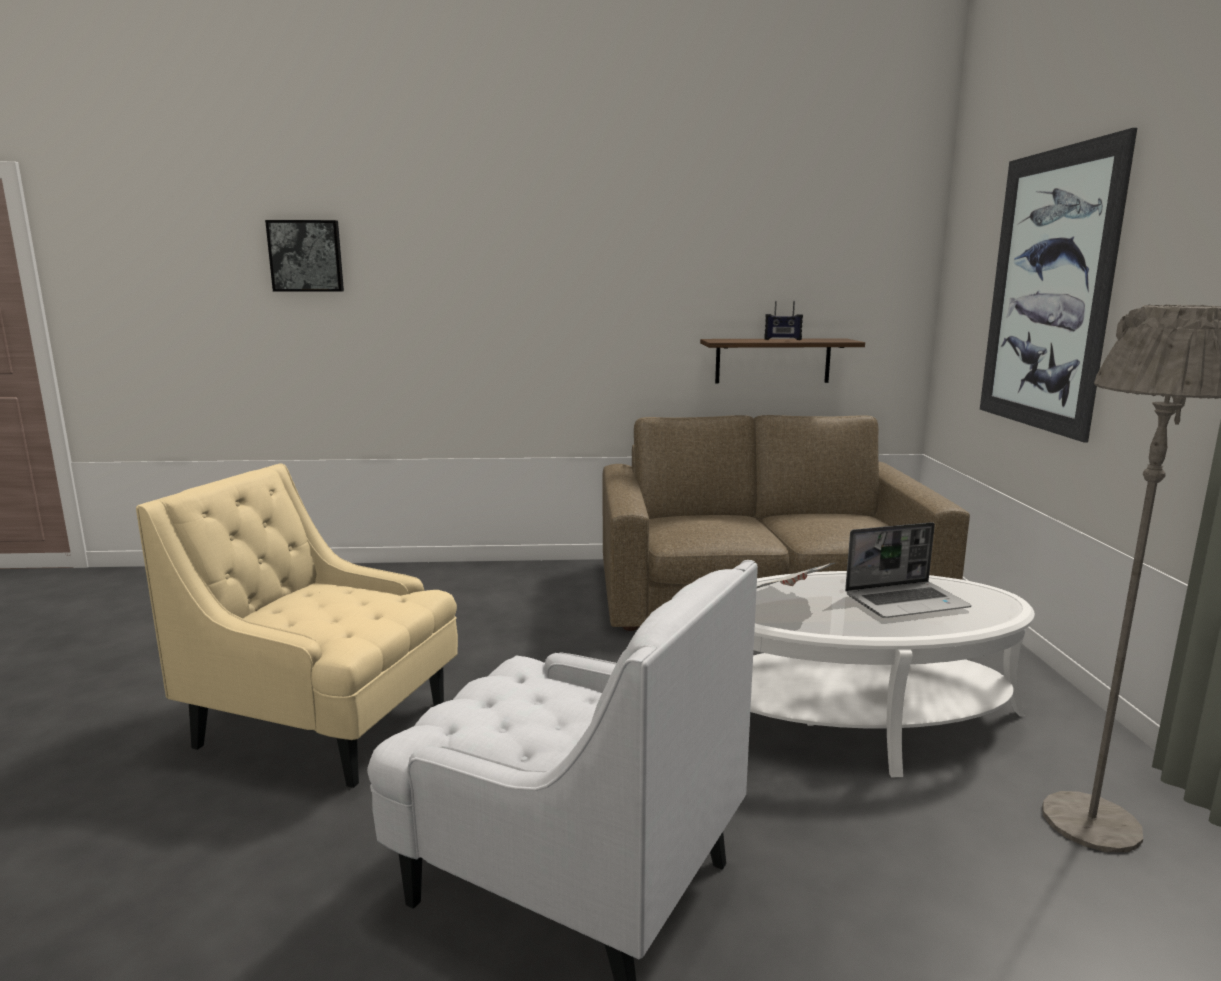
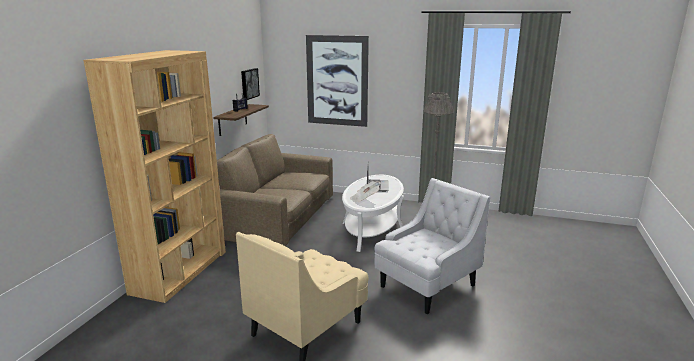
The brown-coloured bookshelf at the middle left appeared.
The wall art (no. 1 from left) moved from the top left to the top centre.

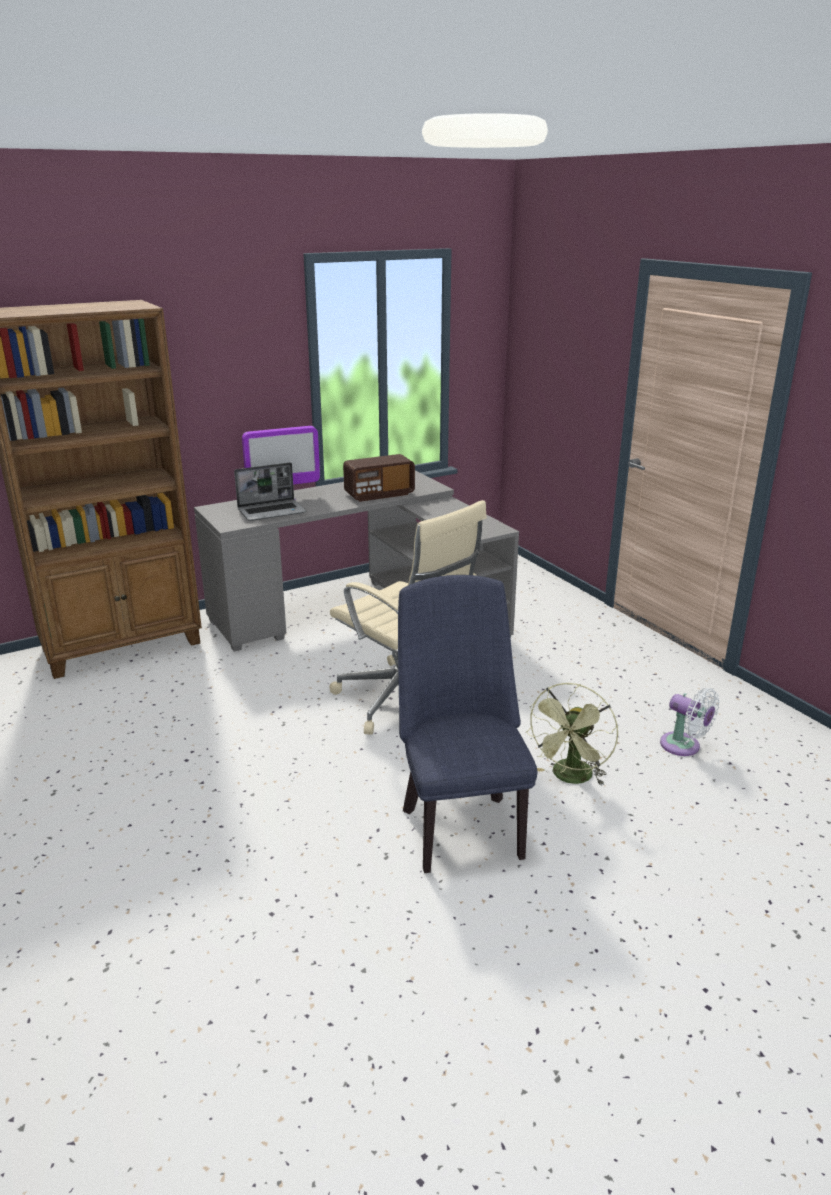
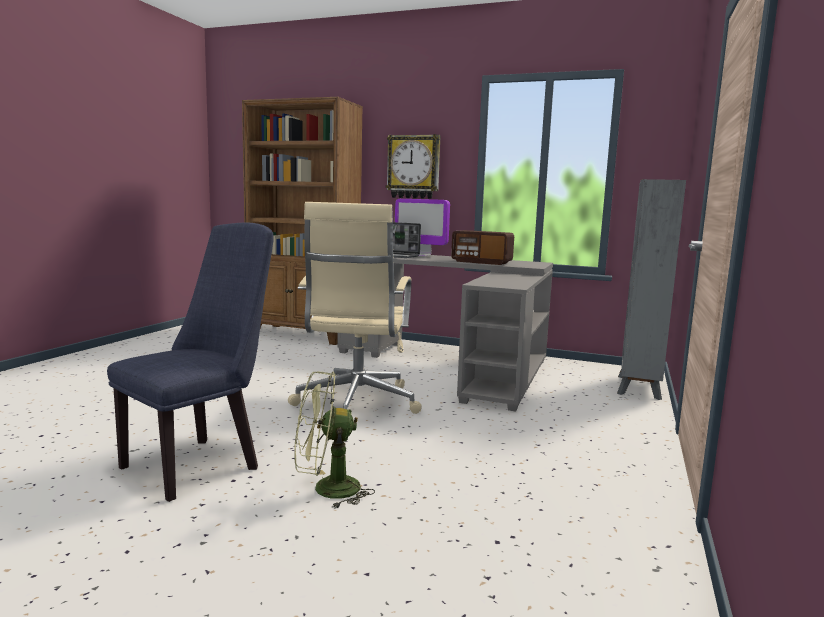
The wall clock at the top centre appeared.
The greyish bookshelf at the middle right appeared.
The white electric fan at the middle right disappeared.

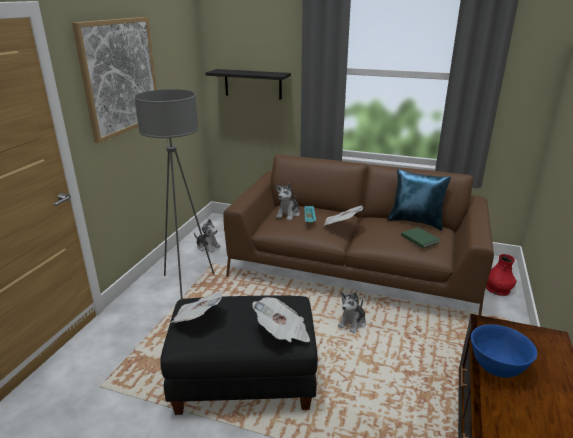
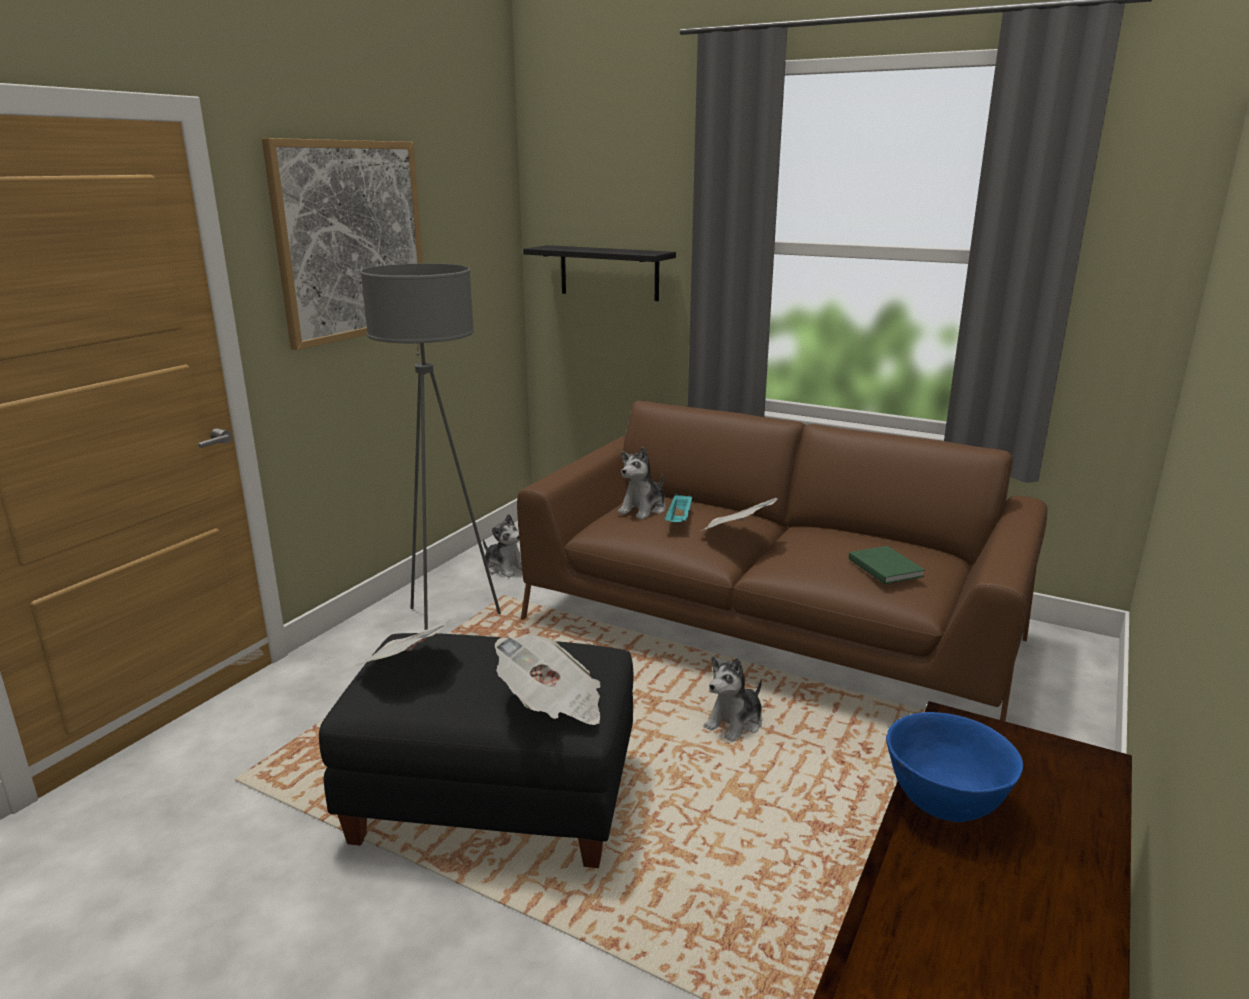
The bluish cushion at the middle right disappeared.
The reddish decorative vase at the middle right disappeared.

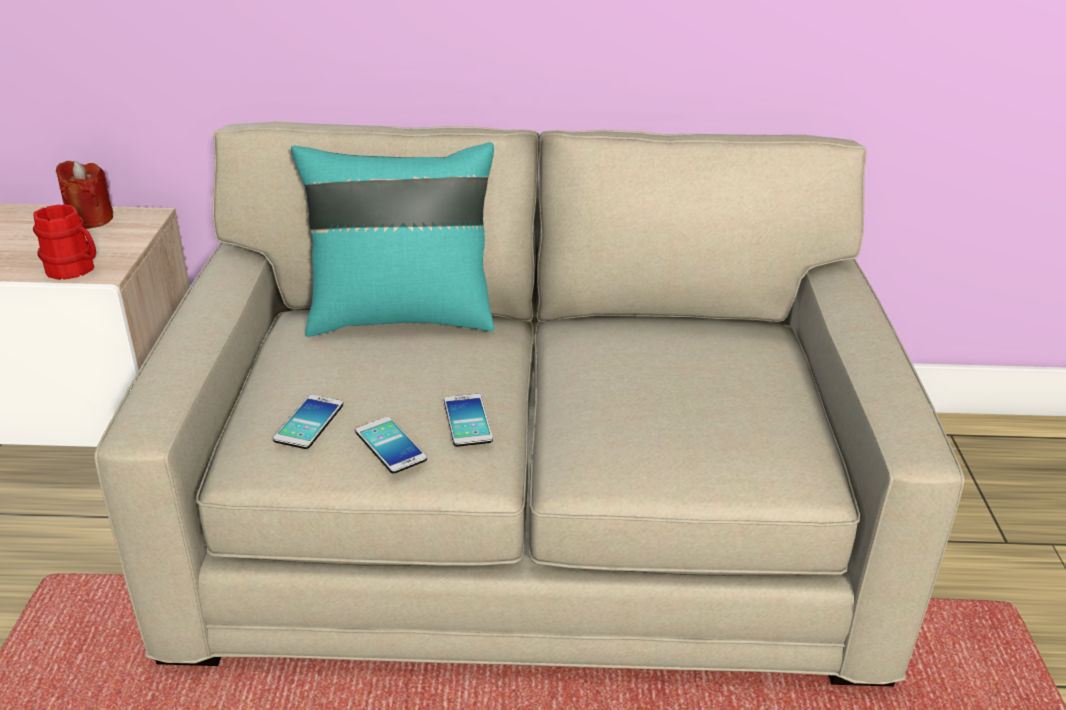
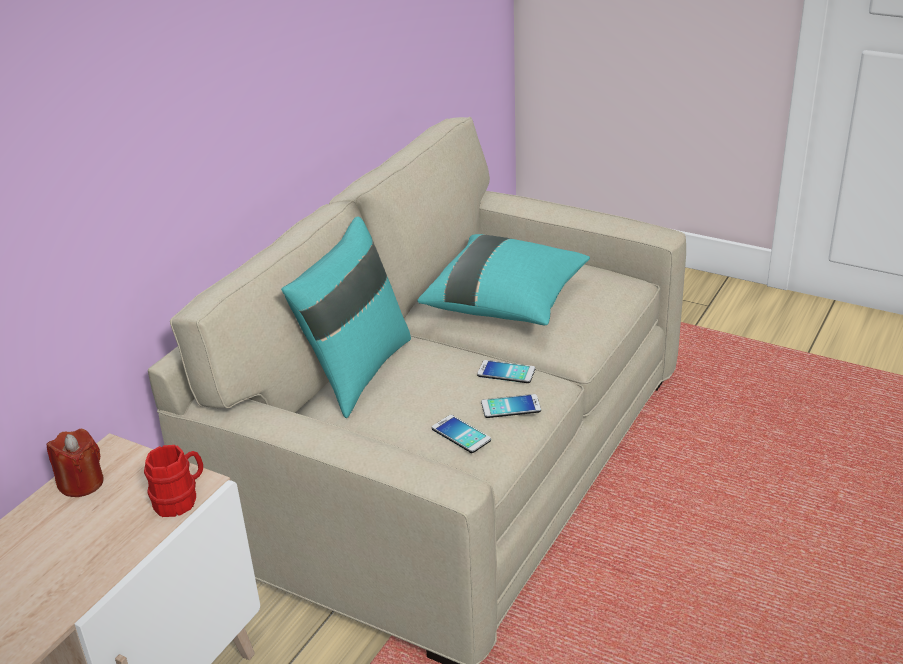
The blue-green cushion (no. 2 from left) at the centre appeared.

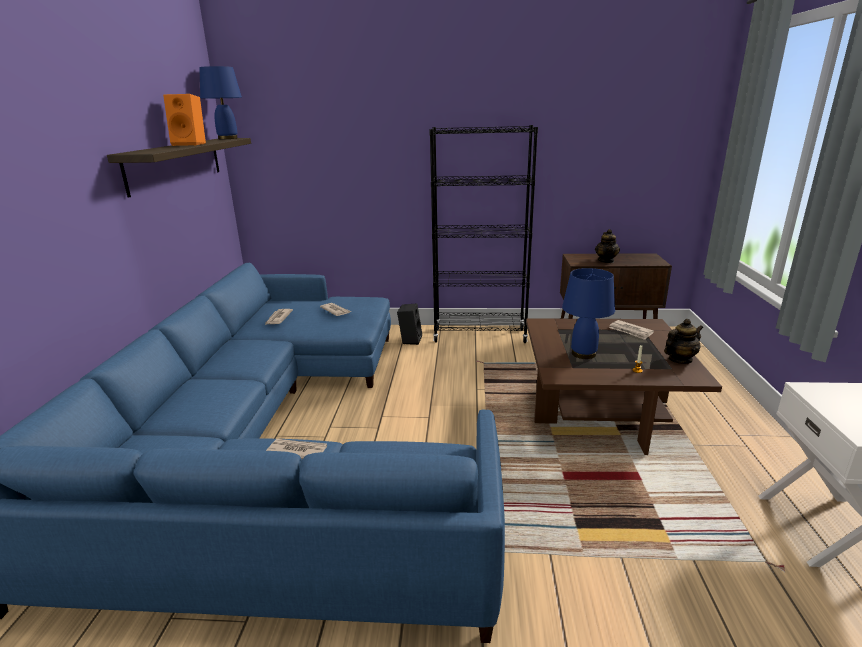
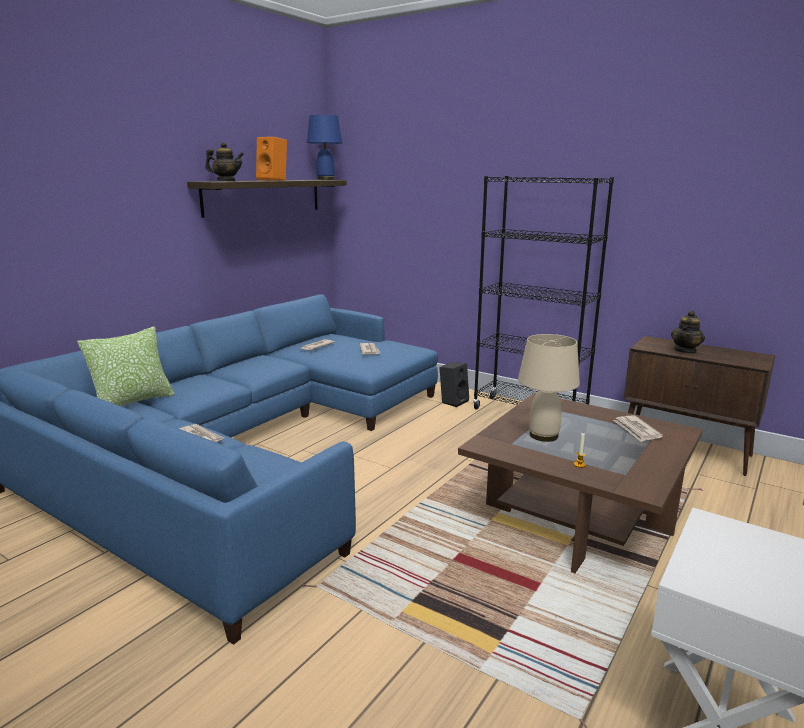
The cushion at the middle left appeared.
The tea pot (no. 2 from left in the first image) moved from the middle right to the top left.
The bluish tabletop lamp (no. 2 from left) at the middle right became the beige-coloured tabletop lamp at the middle right.

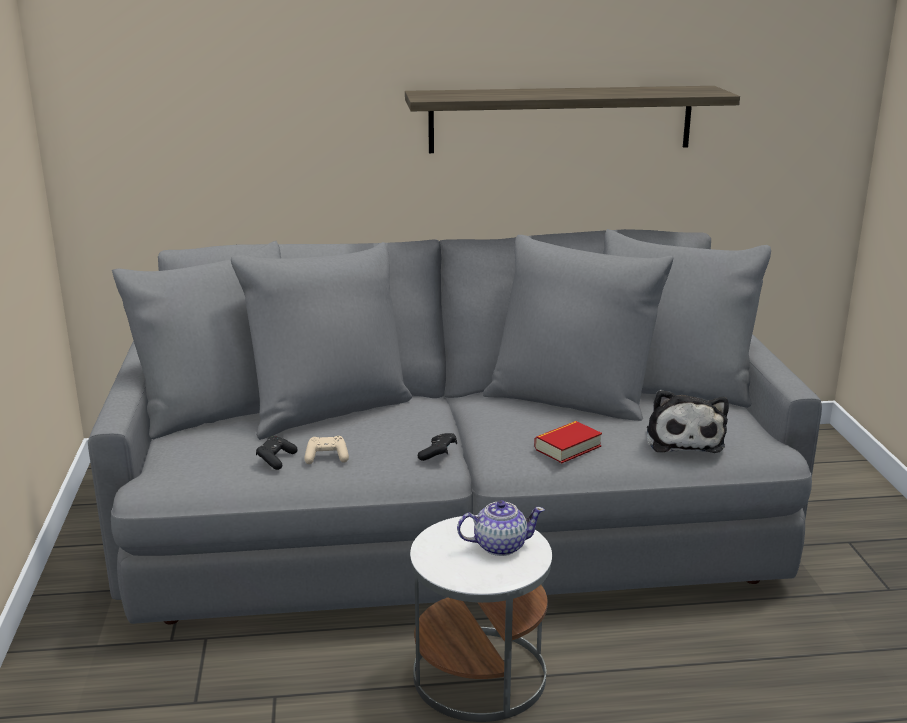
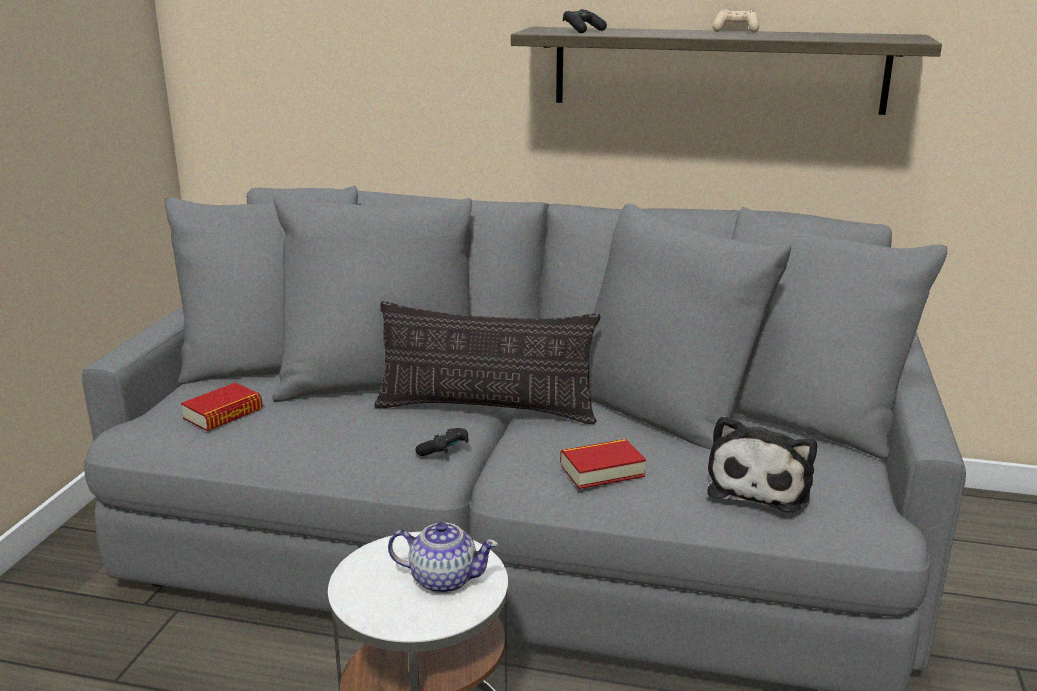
The volume (no. 1 from left) at the middle left appeared.
The cushion at the centre appeared.
The blackish joypad (no. 1 from left in the first image) moved from the middle left to the top centre.
The beige-coloured joypad moved from the centre to the top right.

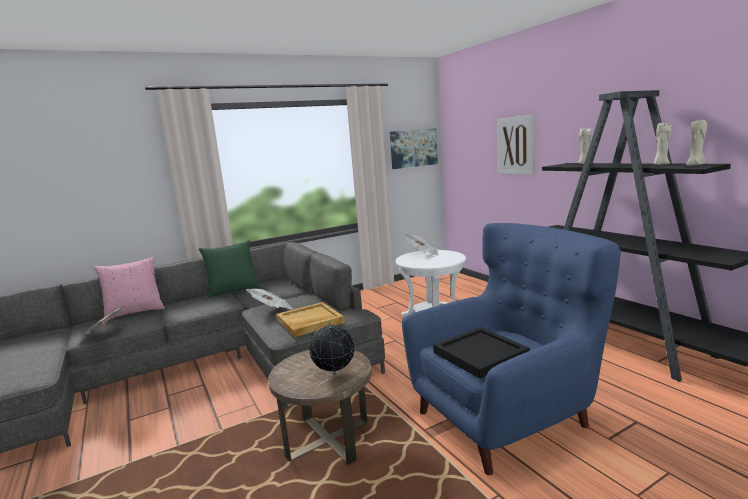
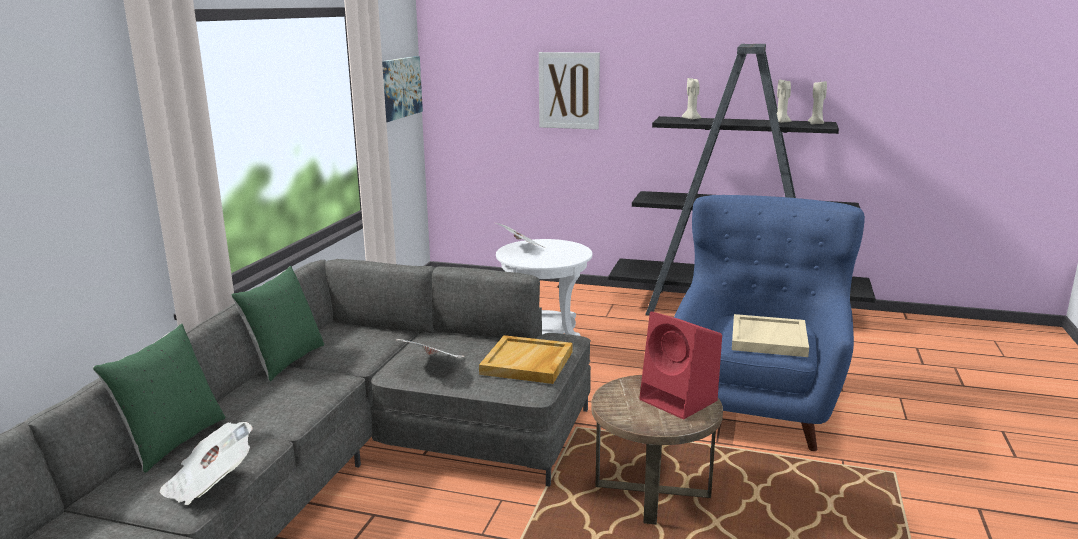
The pink cushion at the middle left became the green cushion (no. 1 from left) at the bottom left.
The world globe at the bottom centre was replaced by the reddish audio speaker at the bottom centre.
The blackish tray at the bottom centre became the beige-coloured tray (no. 2 from left) at the middle right.

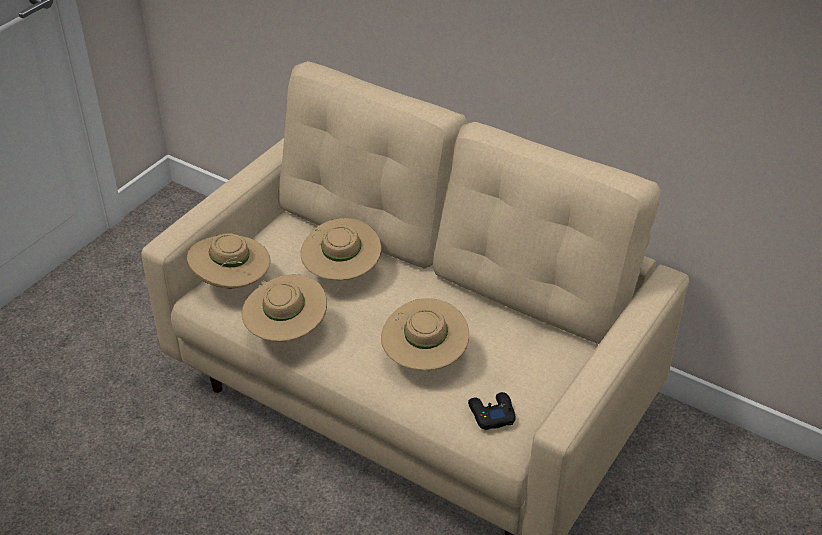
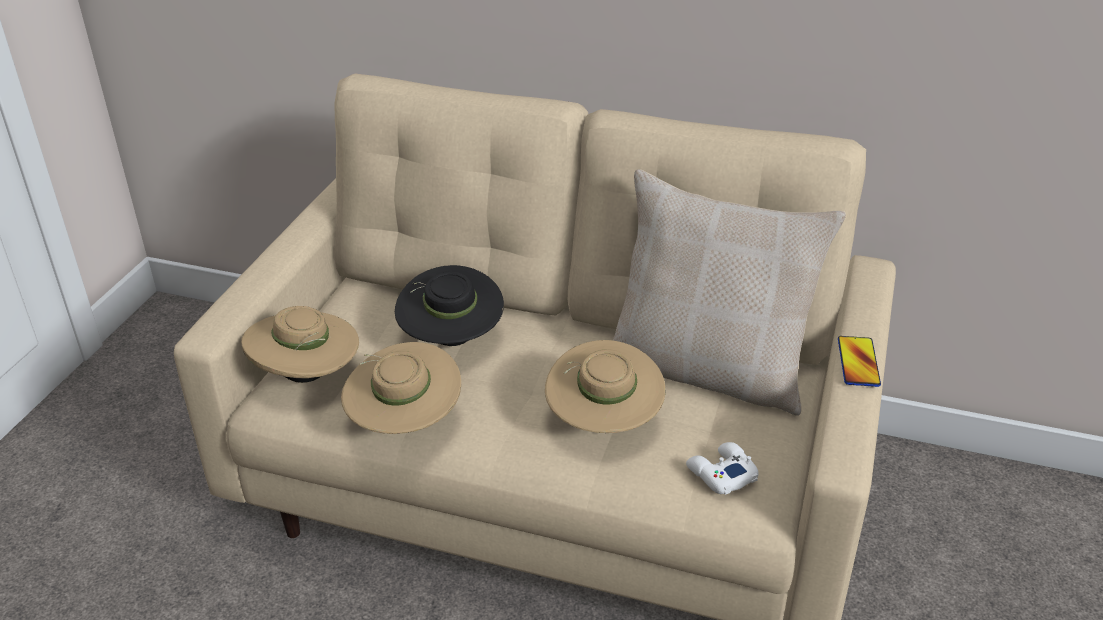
The beige-coloured hat (no. 3 from left) at the centre became the blackish hat at the centre.
The beige-coloured cushion at the centre appeared.
The blackish joypad at the bottom centre became the white joypad at the bottom centre.
The telephone at the middle right appeared.

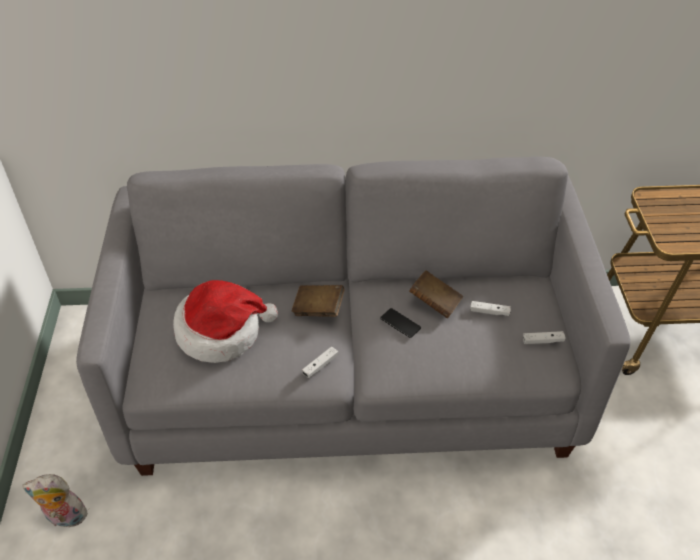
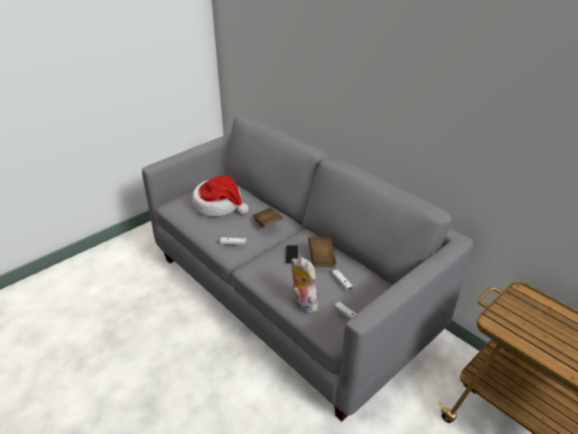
The soft toy moved from the bottom left to the centre.

